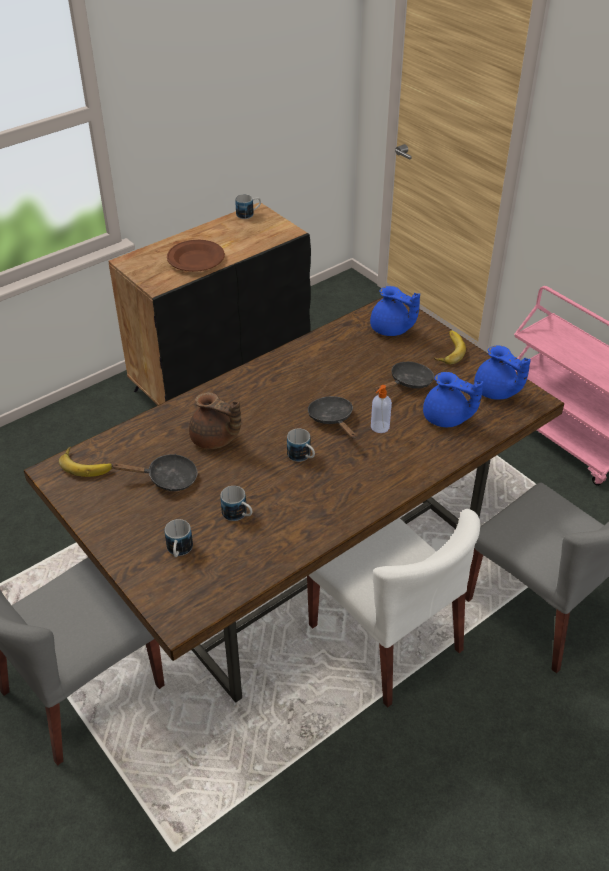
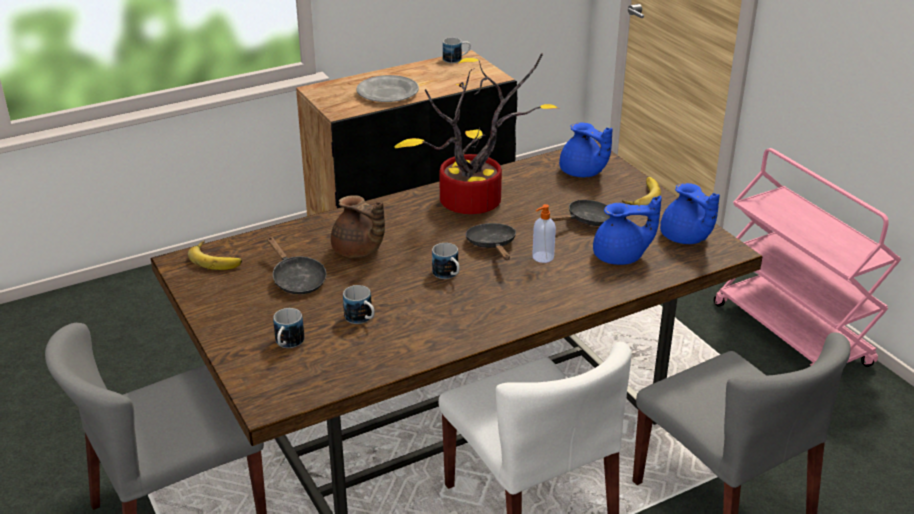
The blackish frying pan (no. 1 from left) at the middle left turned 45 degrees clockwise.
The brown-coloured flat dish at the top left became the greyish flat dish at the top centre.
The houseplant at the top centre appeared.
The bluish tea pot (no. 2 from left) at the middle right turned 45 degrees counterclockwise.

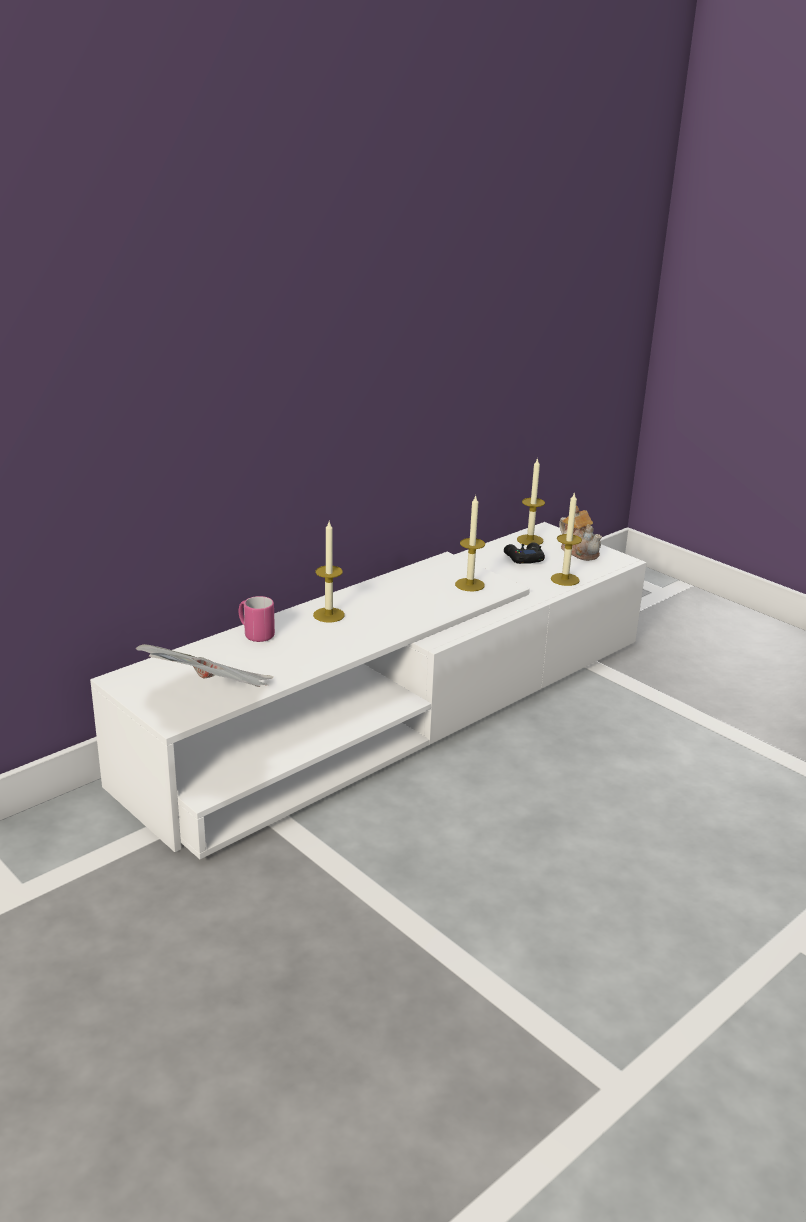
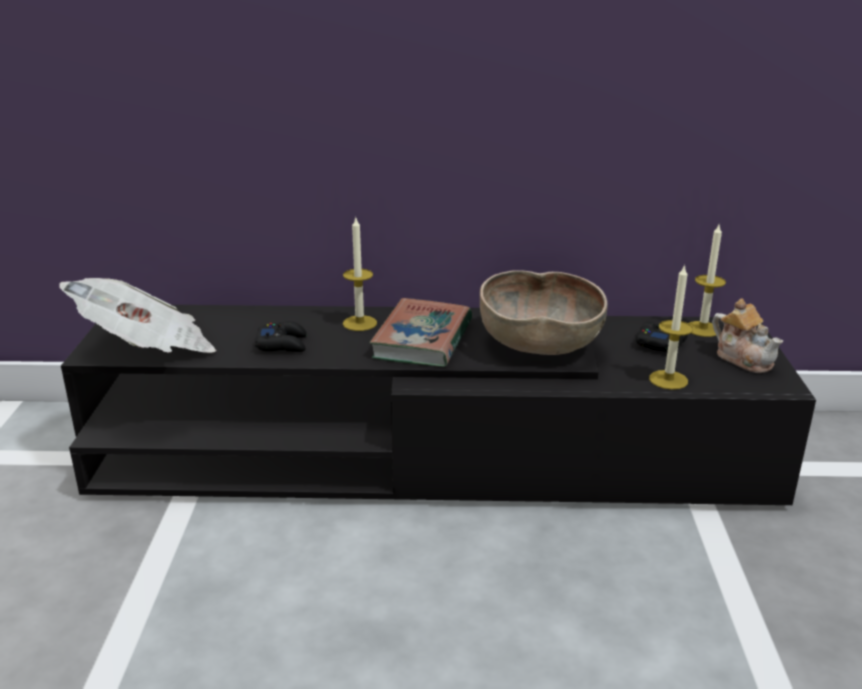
The white tv unit at the centre became the blackish tv unit at the centre.
The blackish joypad (no. 1 from left) at the middle left appeared.
The volume at the centre appeared.
The wax light (no. 2 from left) at the centre was replaced by the brown-coloured serving bowl at the centre.
The tea pot at the middle right turned 45 degrees counterclockwise.
The pink tea mug at the middle left disappeared.

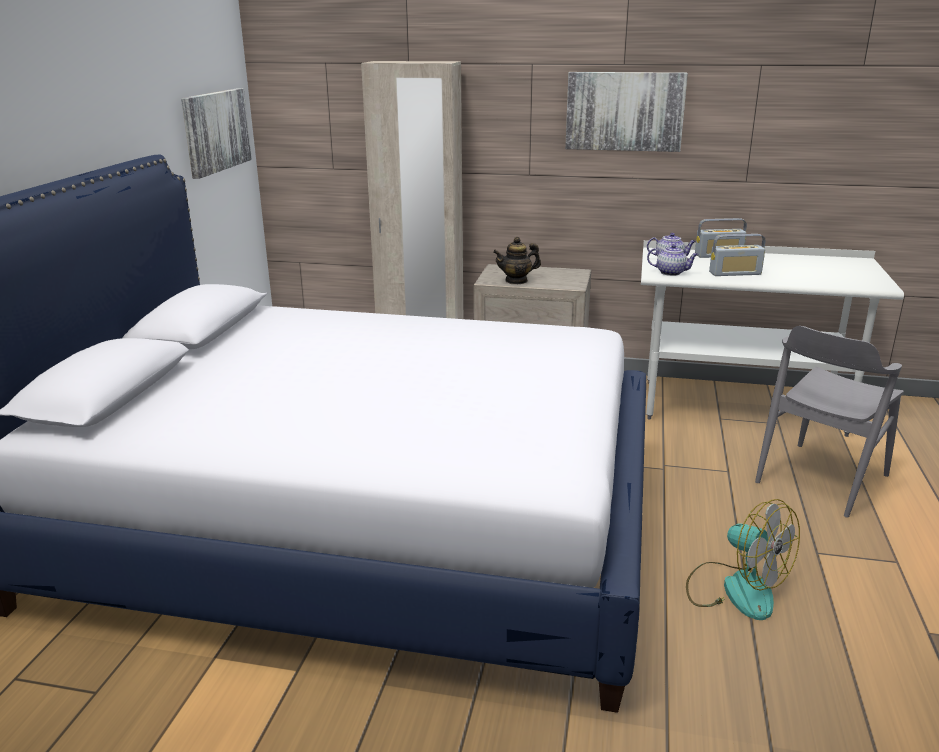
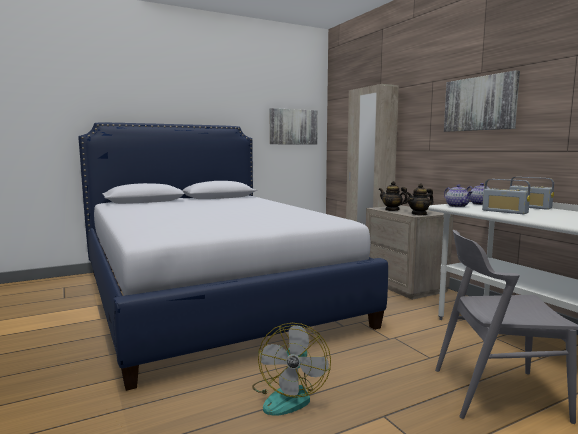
The tea pot (no. 2 from left) at the middle right appeared.

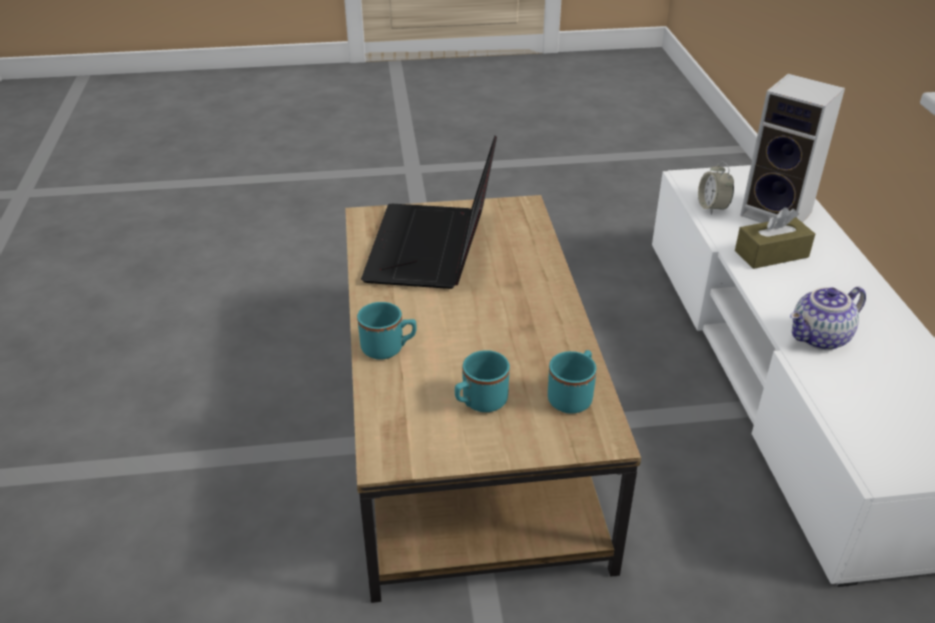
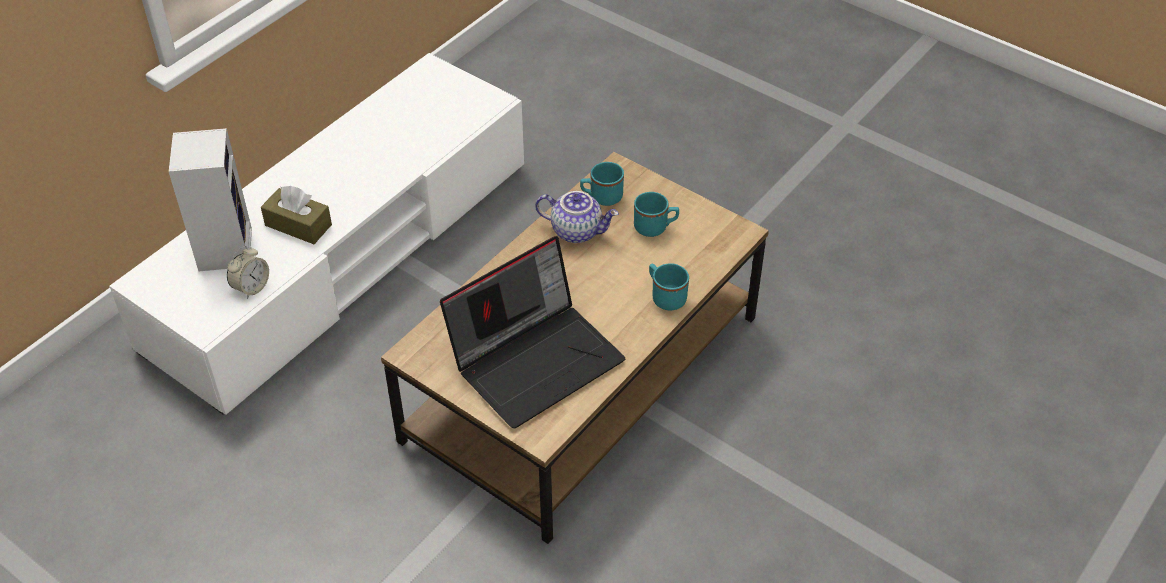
The tea pot moved from the middle right to the centre.

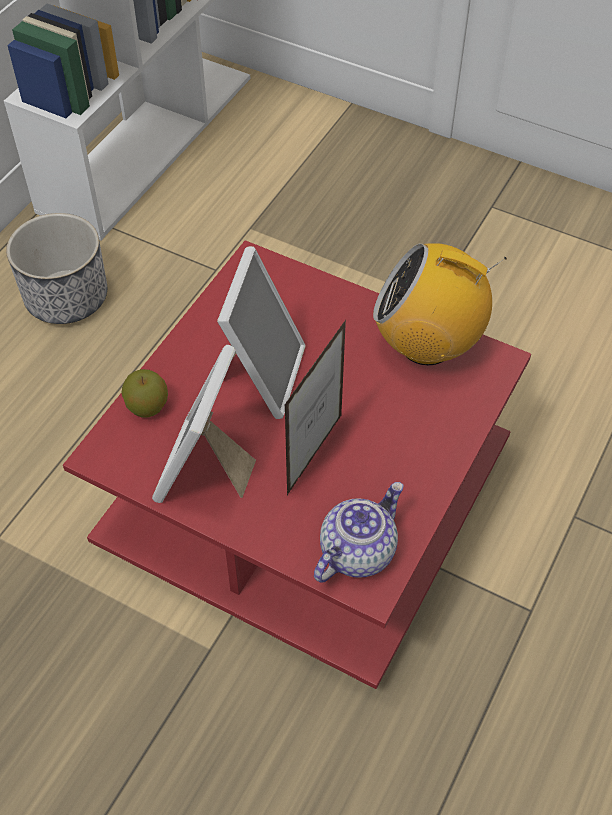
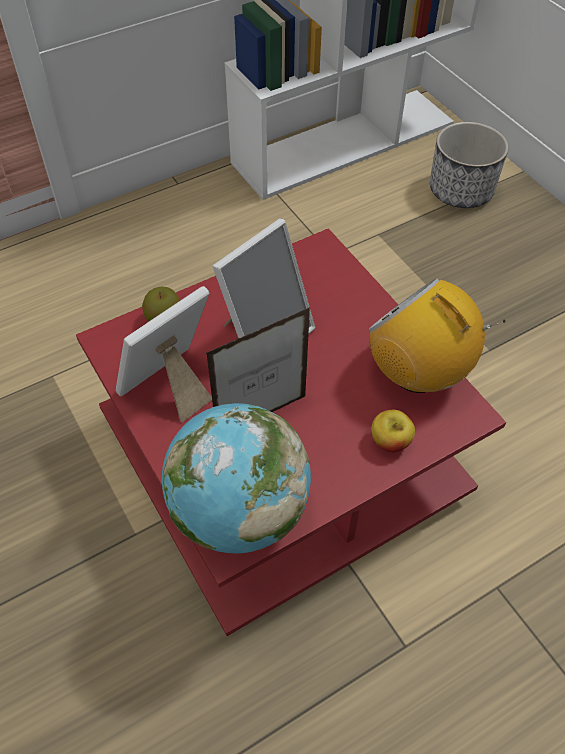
The tea pot at the centre was replaced by the world globe at the centre.
The whole apple (no. 2 from left) at the middle right appeared.
The plant pot moved from the top left to the top right.

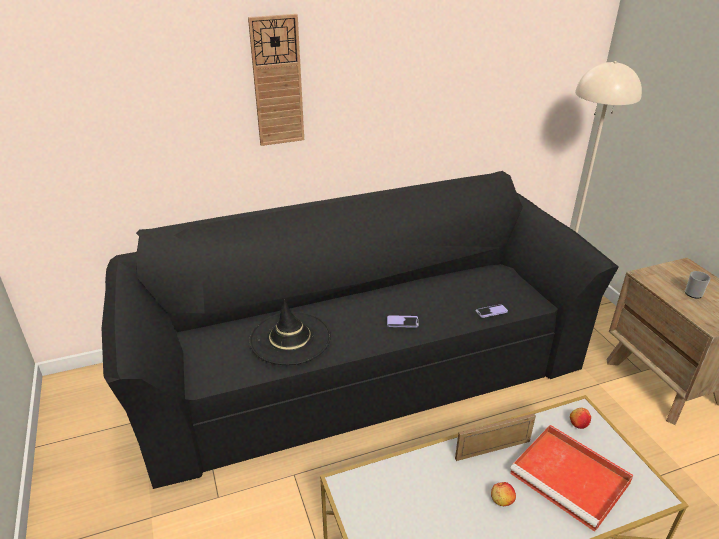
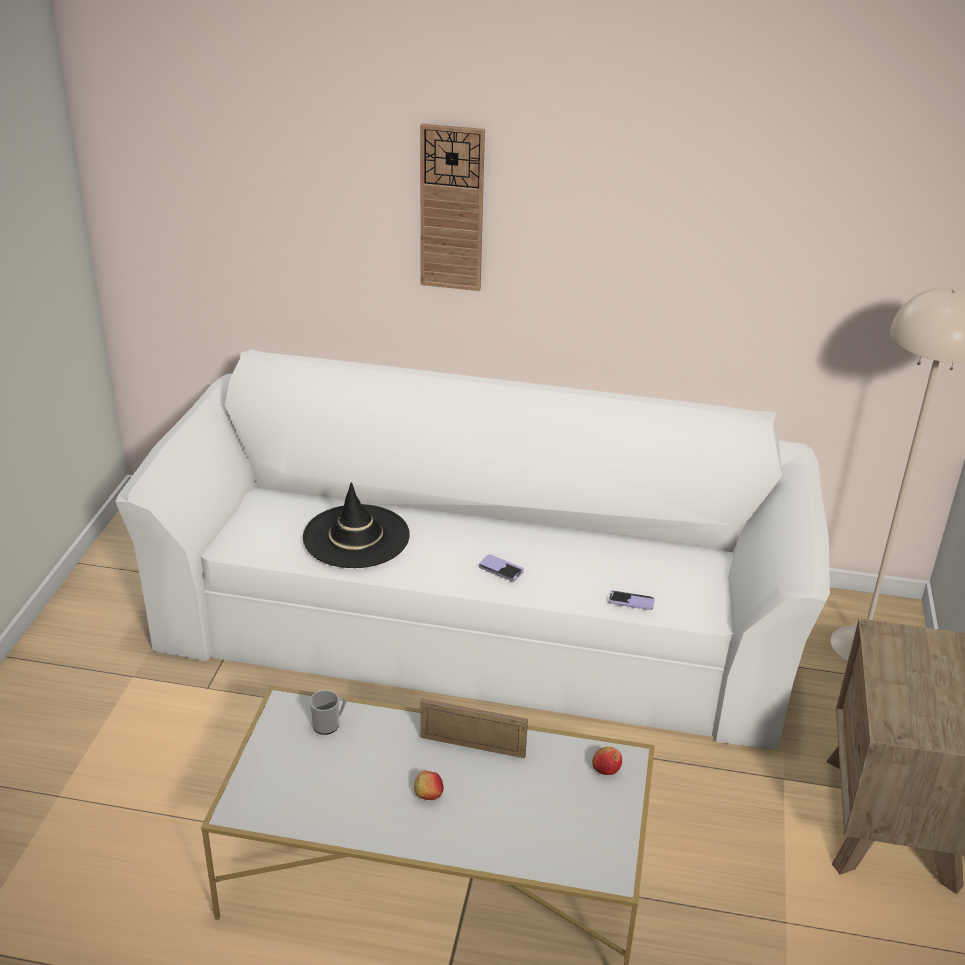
The blackish couch at the centre became the white couch at the centre.
The tea mug moved from the middle right to the bottom centre.
The reddish tray at the bottom right disappeared.

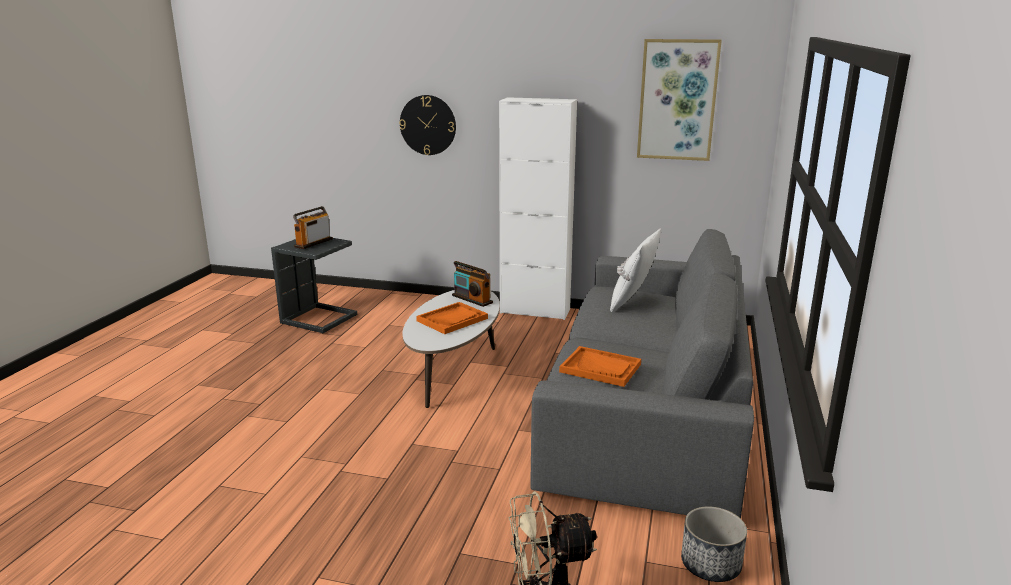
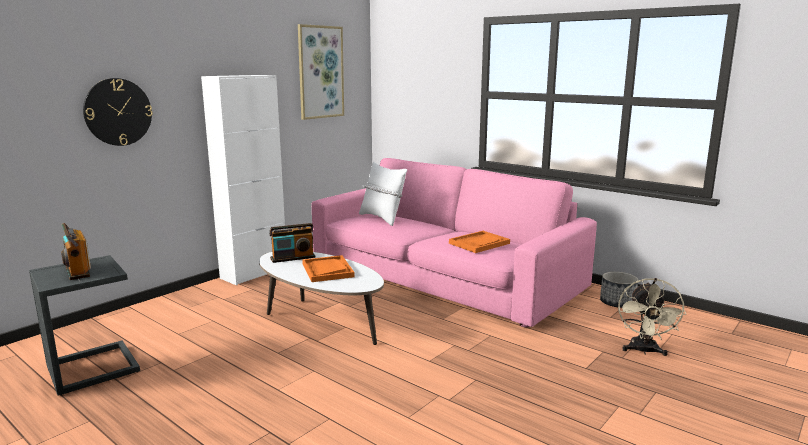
The greyish couch at the centre became the pink couch at the centre.

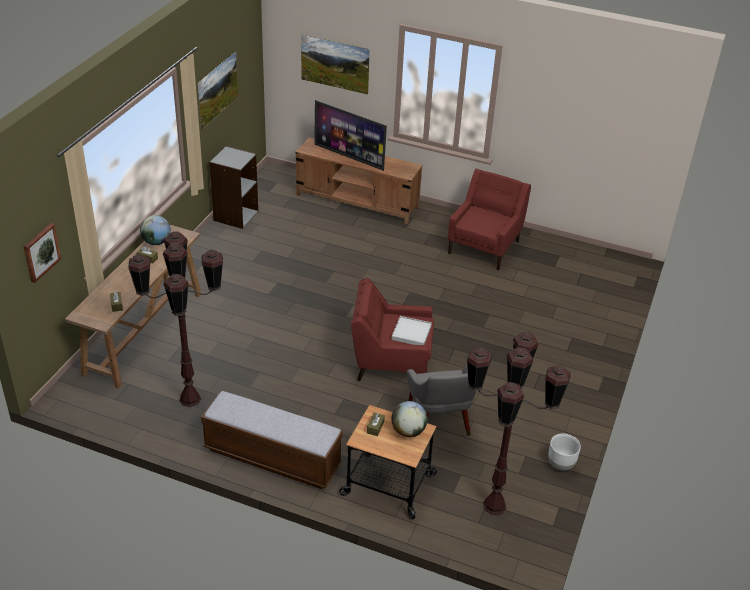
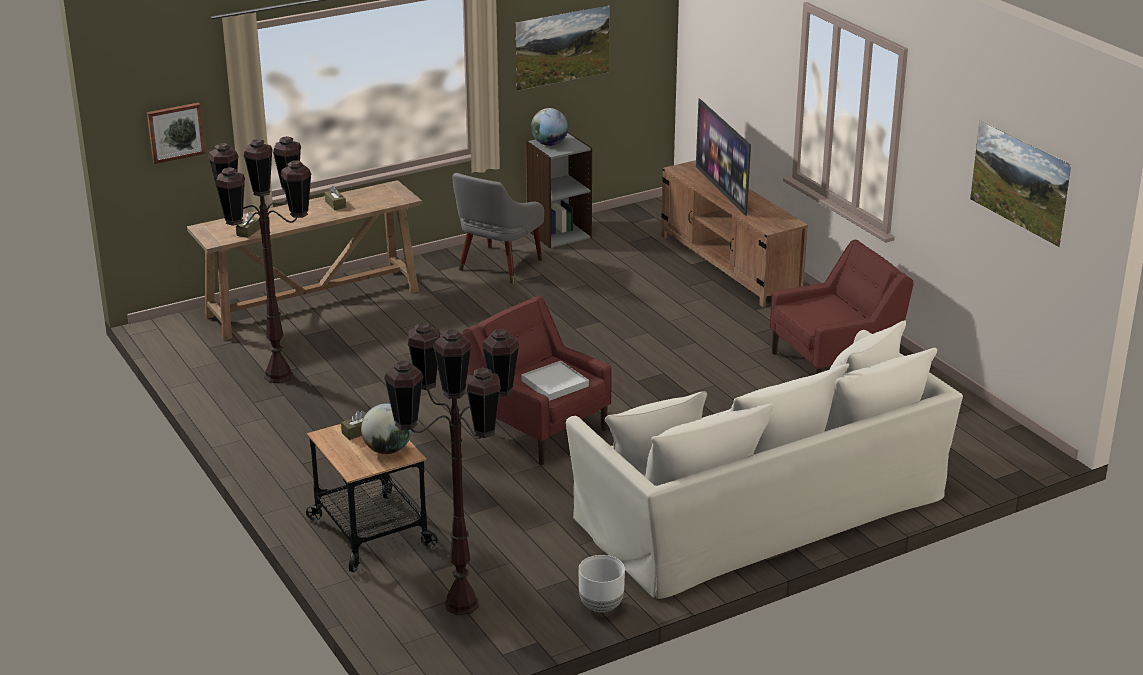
The greyish lounge chair moved from the bottom centre to the centre.
The world globe (no. 1 from left in the first image) moved from the middle left to the top centre.
The beige-coloured couch at the bottom right appeared.
The wall art (no. 3 from left) moved from the top centre to the top right.
The indoor bench at the bottom centre disappeared.

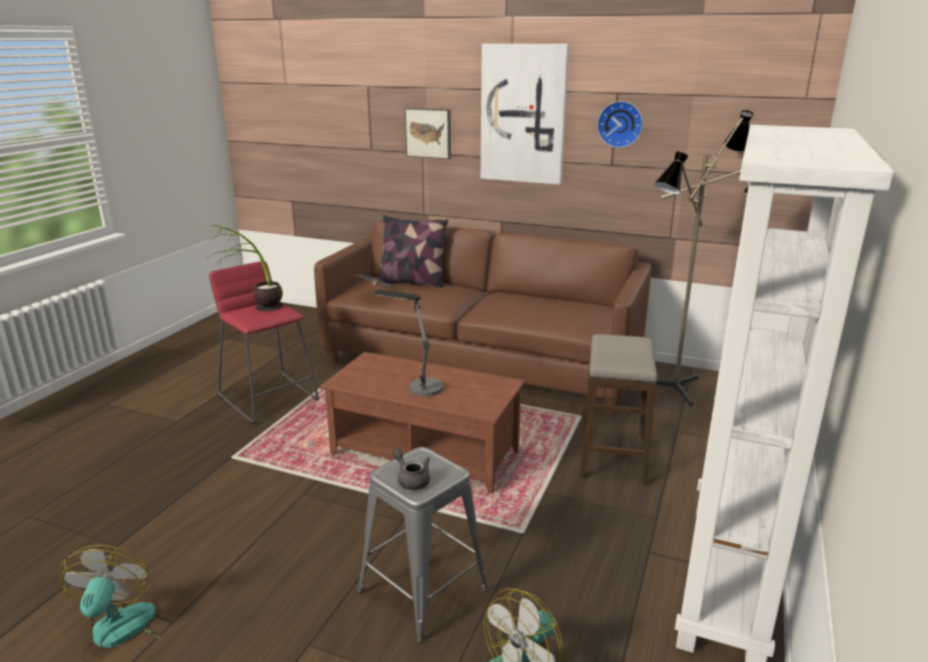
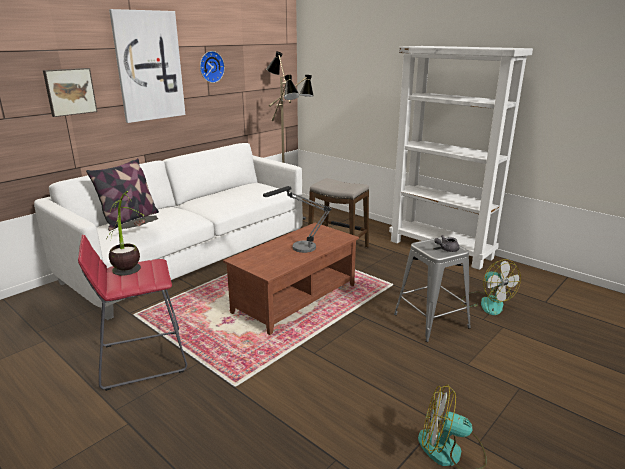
The brown-coloured couch at the centre became the white couch at the middle left.

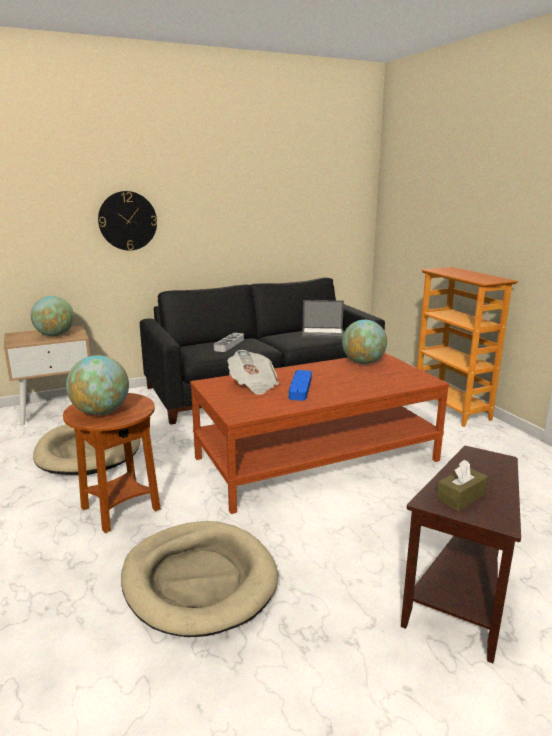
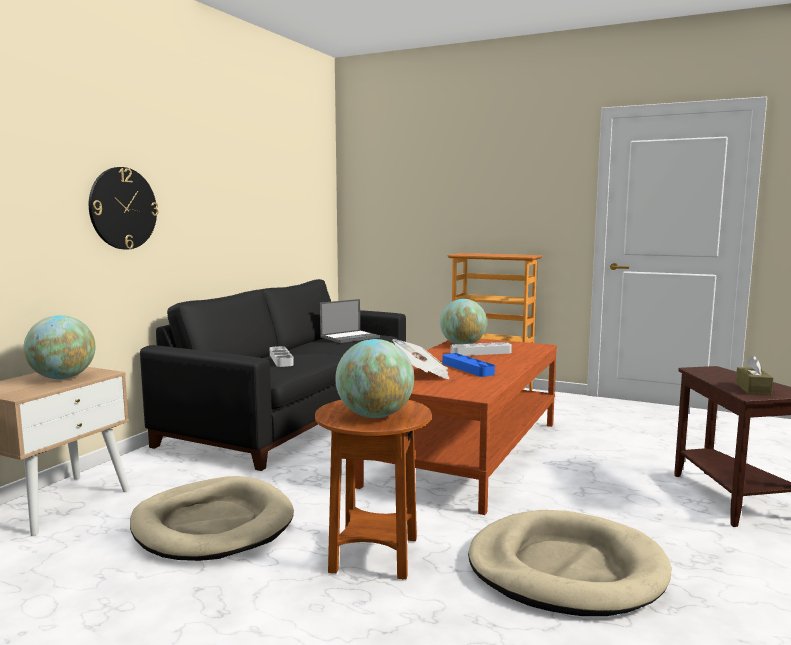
The greyish tray (no. 2 from left) at the centre appeared.

